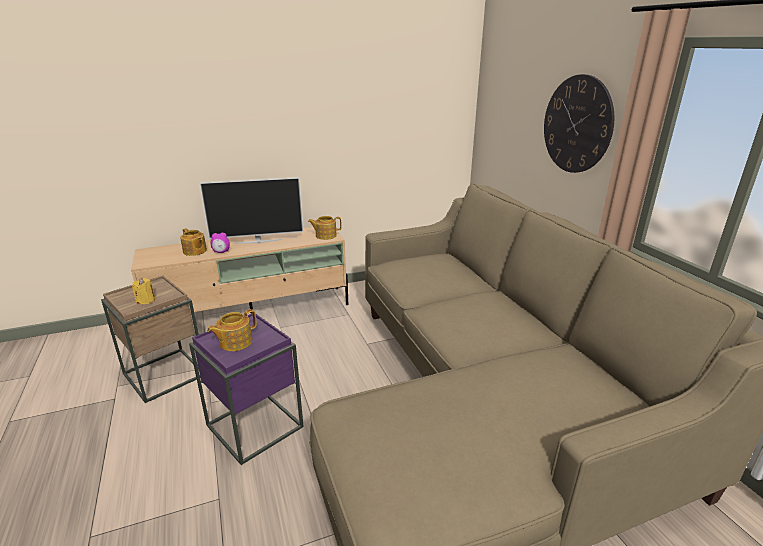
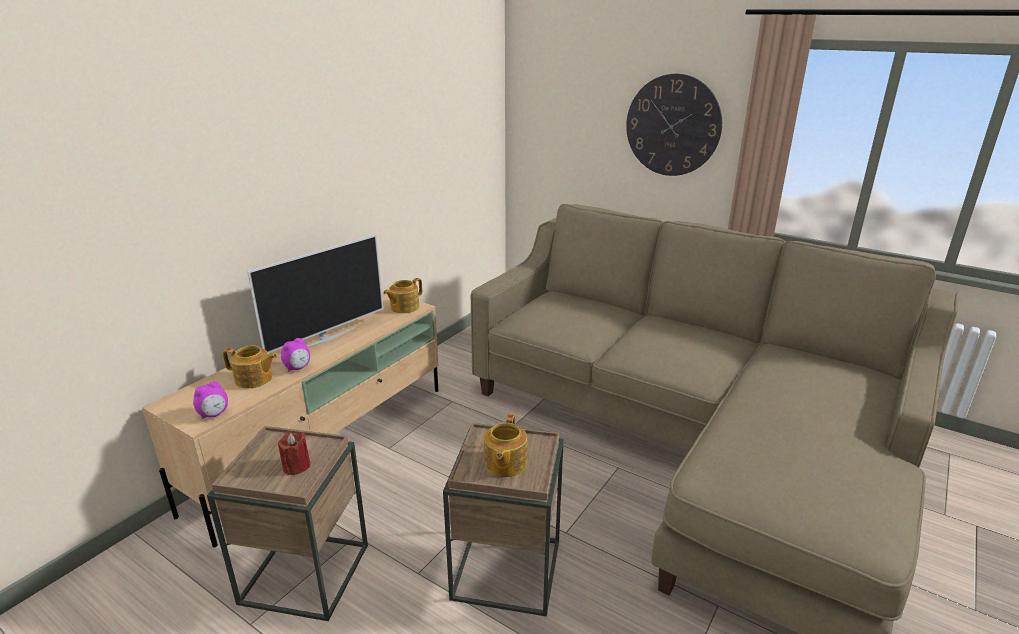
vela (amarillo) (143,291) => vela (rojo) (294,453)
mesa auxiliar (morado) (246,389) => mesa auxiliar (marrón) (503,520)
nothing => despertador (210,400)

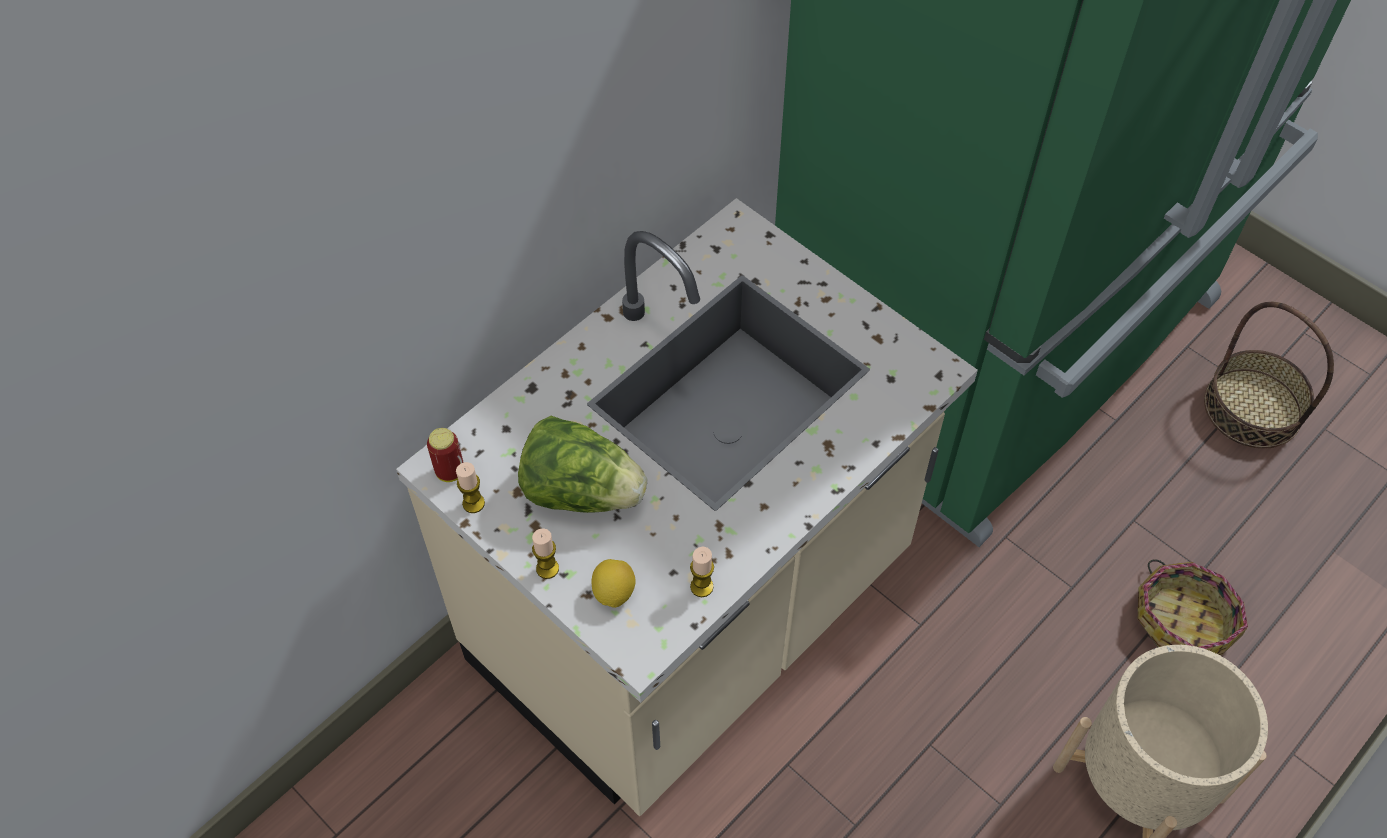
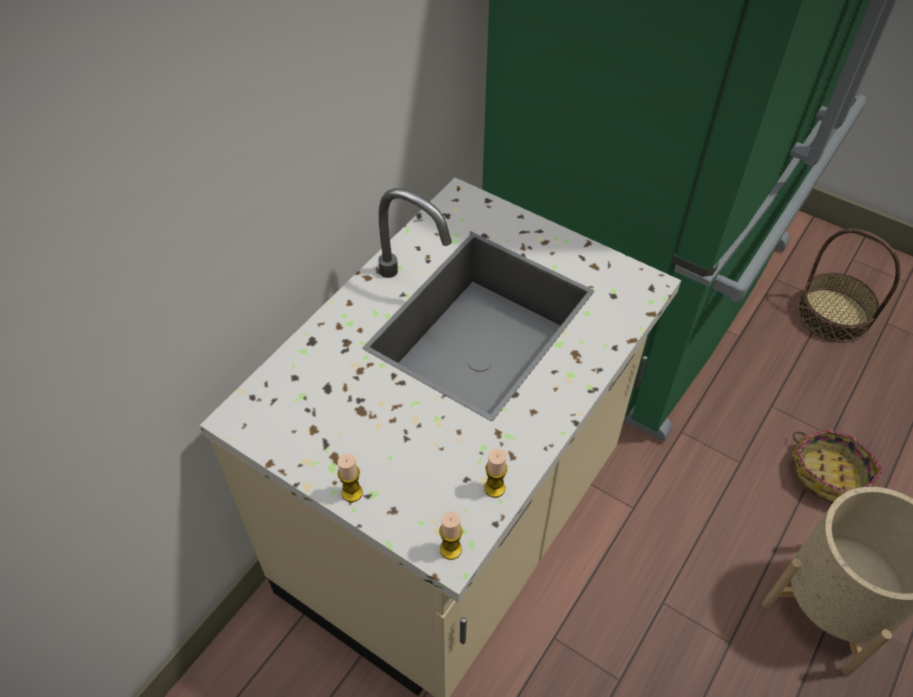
lata (445,455) => nothing
vela (470,487) => vela (451,536), relocated
lechuga (582,464) => nothing
limón (613,583) => nothing

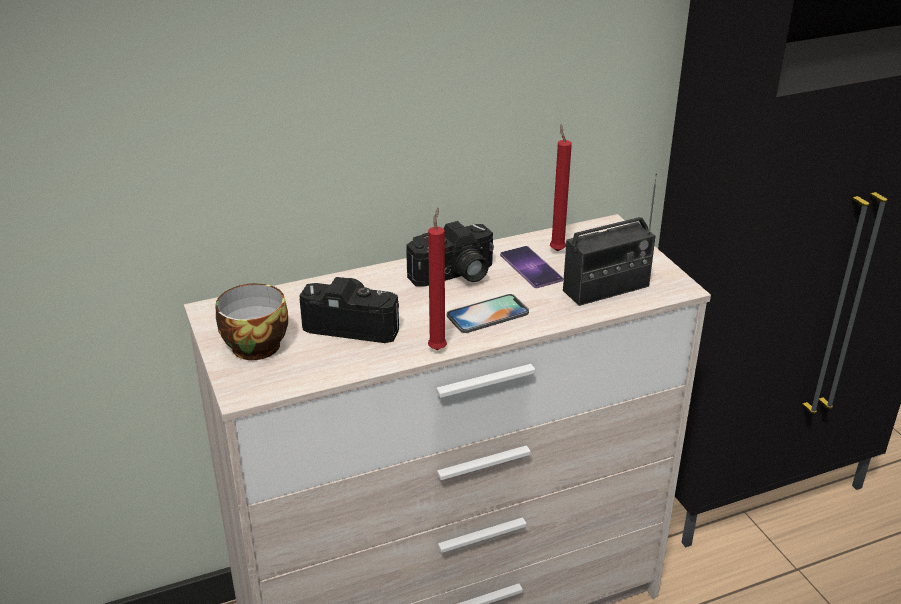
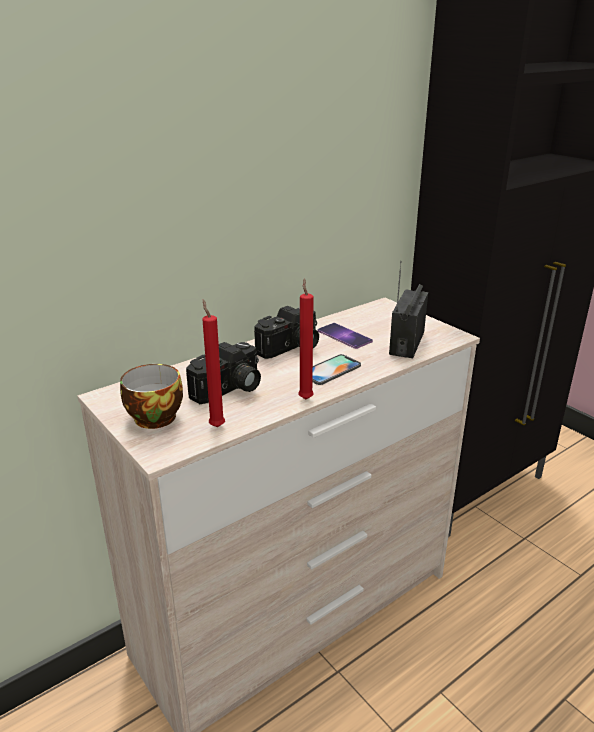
cámara (349,310) => cámara (223,373), 135 degrees clockwise
vela (rojo) (561,187) => vela (rojo) (213,363), relocated
radio (610,239) => radio (408,309), 150 degrees clockwise

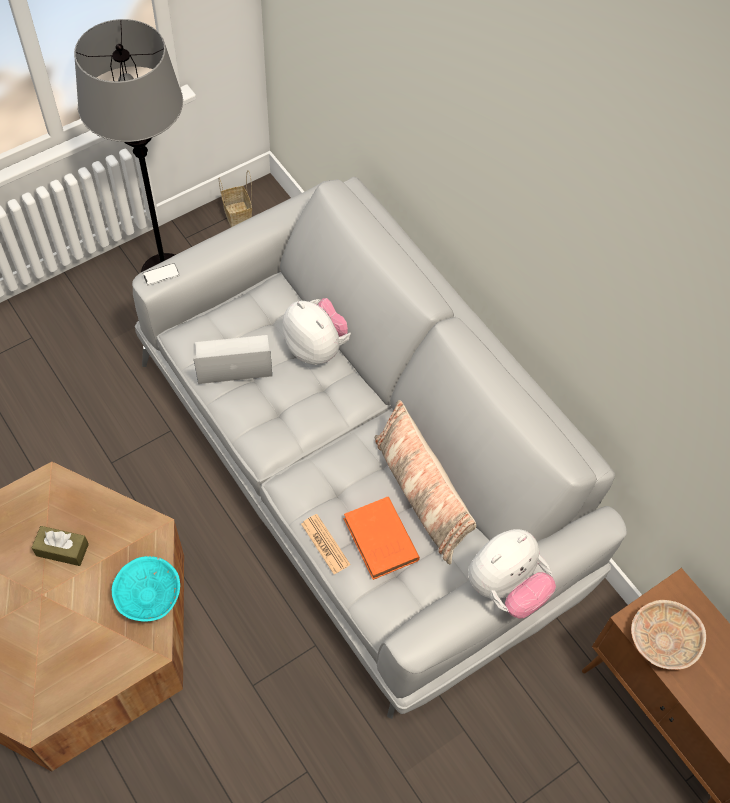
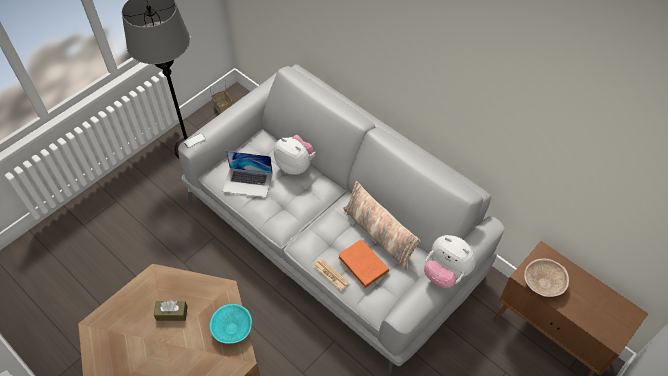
portátil (233,359) => portátil (247,174), 150 degrees counterclockwise
peluche (512,573) => peluche (450,261), 90 degrees clockwise

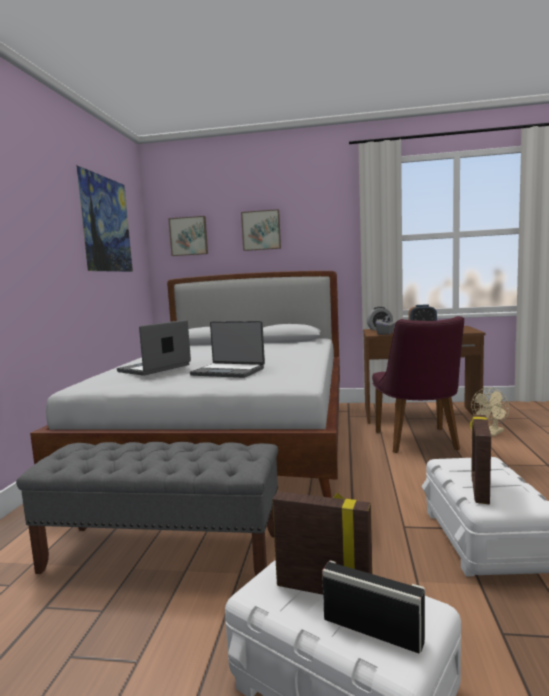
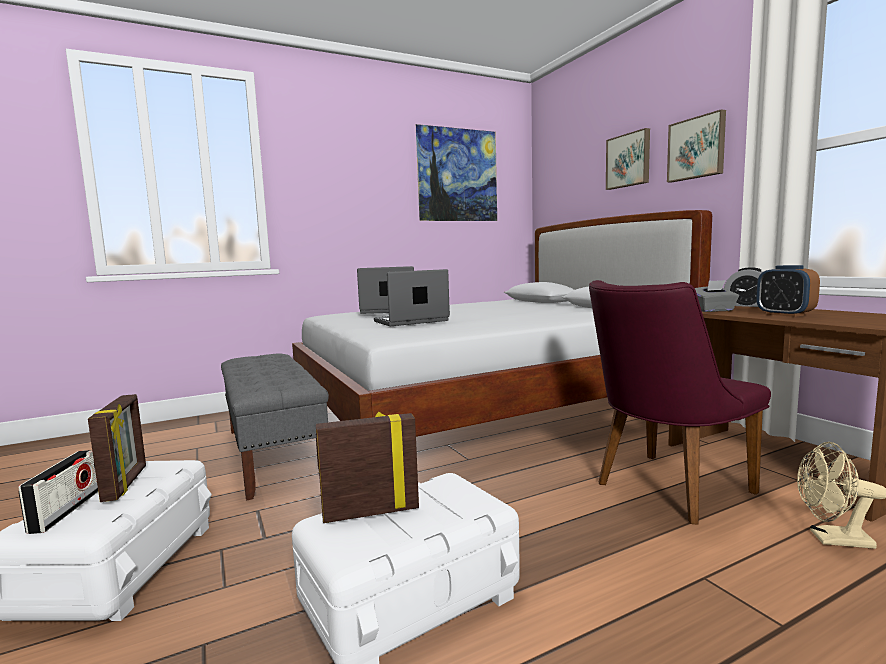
cuadro (188,236) => cuadro (696,146), relocated
portátil (227,349) => portátil (412,297), 75 degrees clockwise

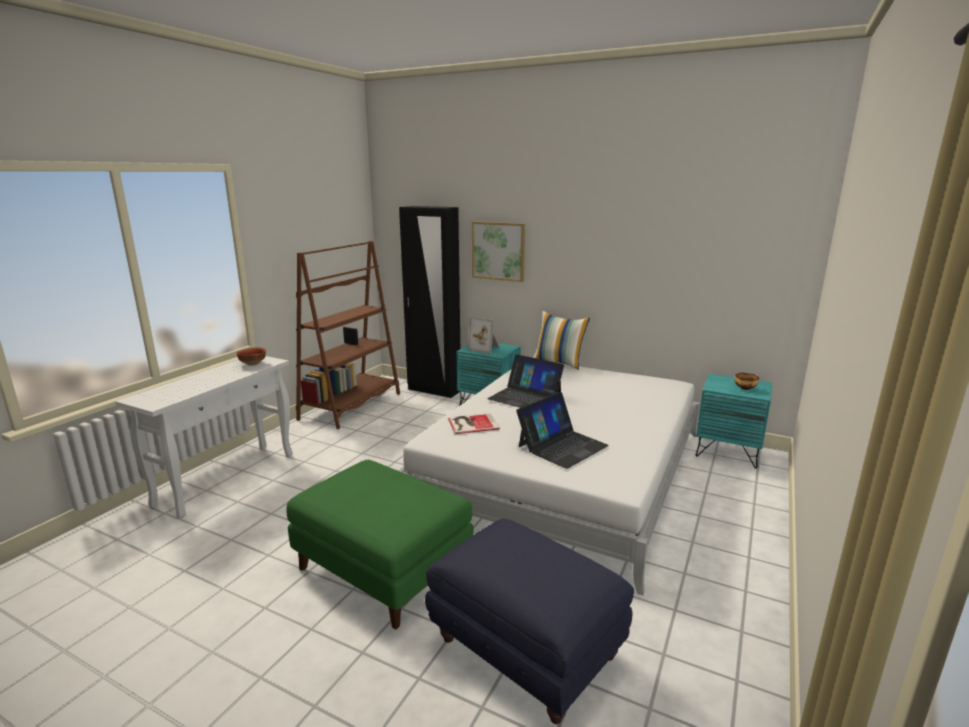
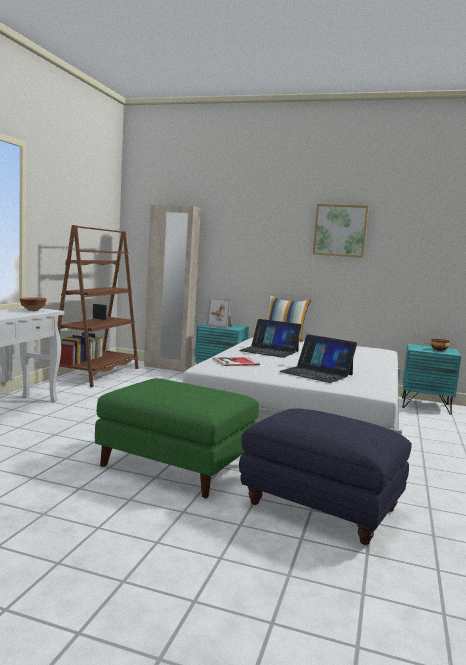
armario ropero (negro) (429,302) => armario ropero (beis) (172,288)
cuadro (498,251) => cuadro (341,231), relocated
portátil (562,430) => portátil (318,358), 90 degrees clockwise

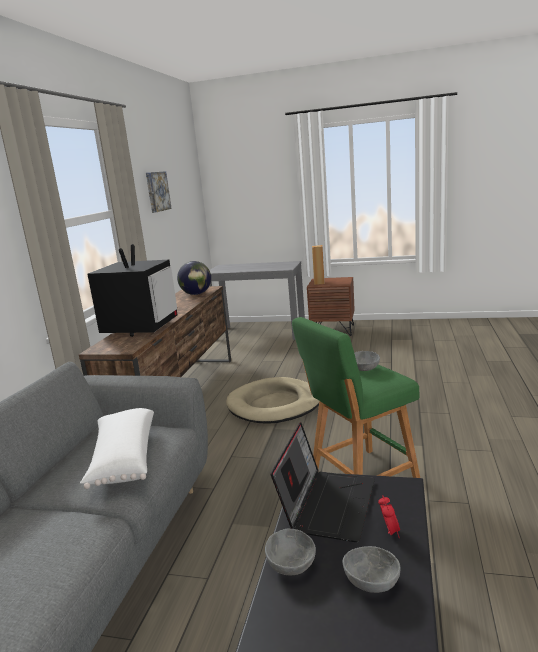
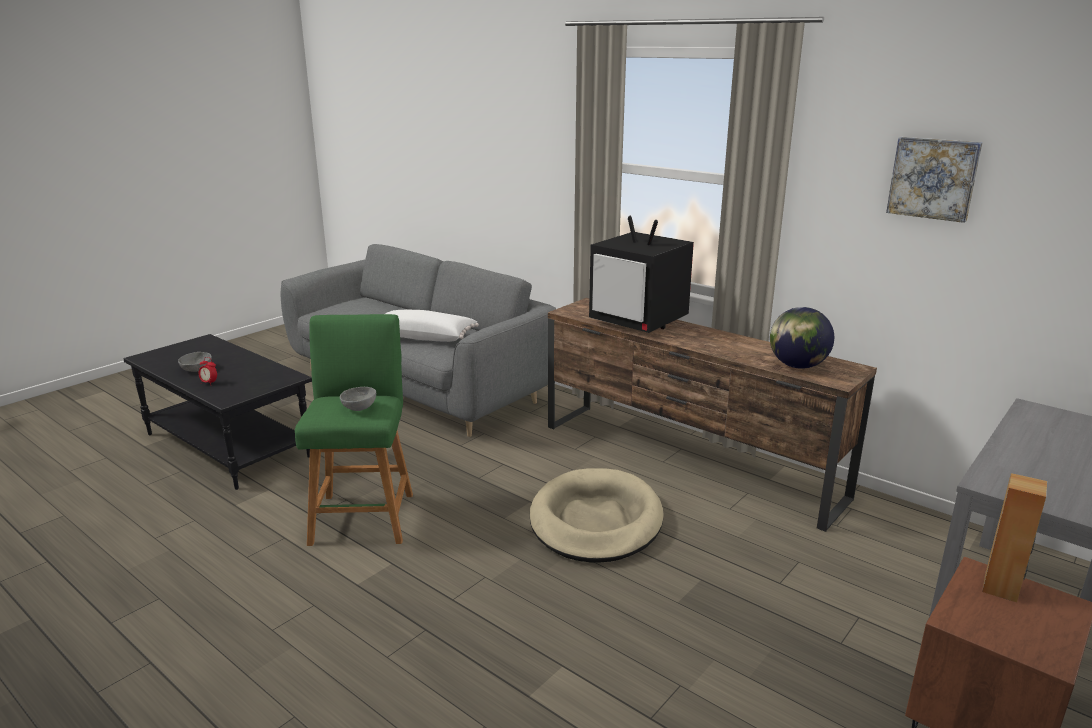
cuenco (gris) (290,551) => nothing
portátil (322,482) => nothing

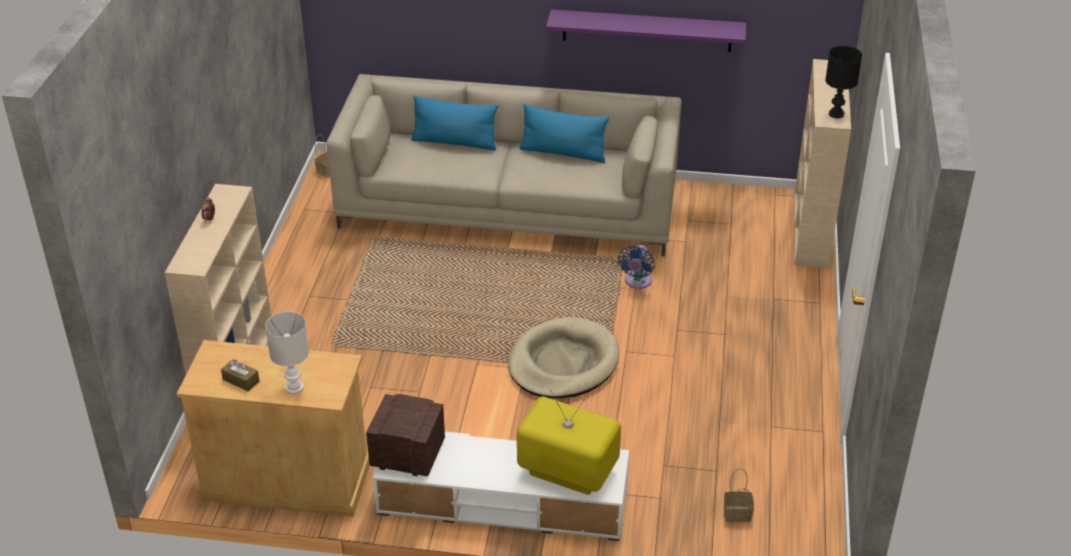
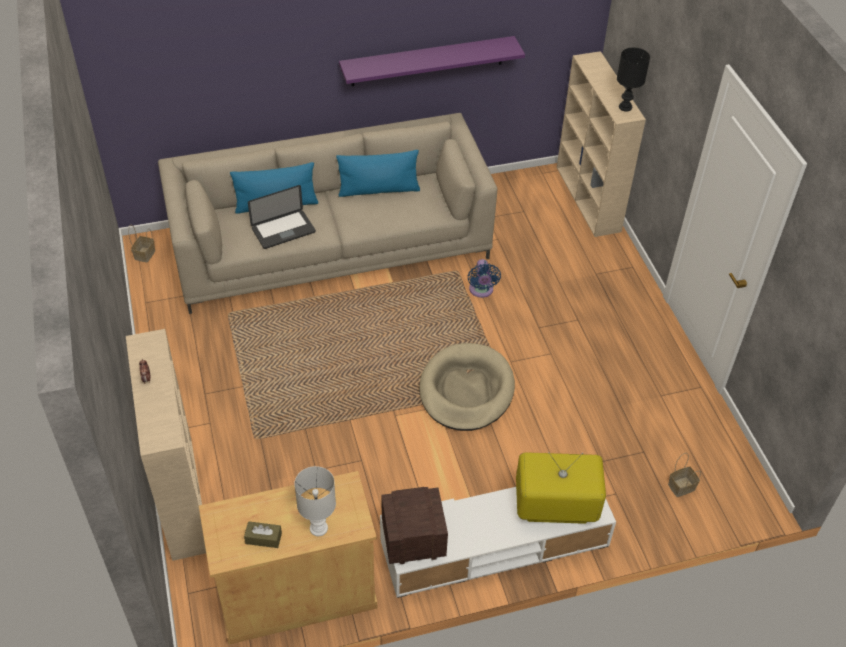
nothing => portátil (282,217)

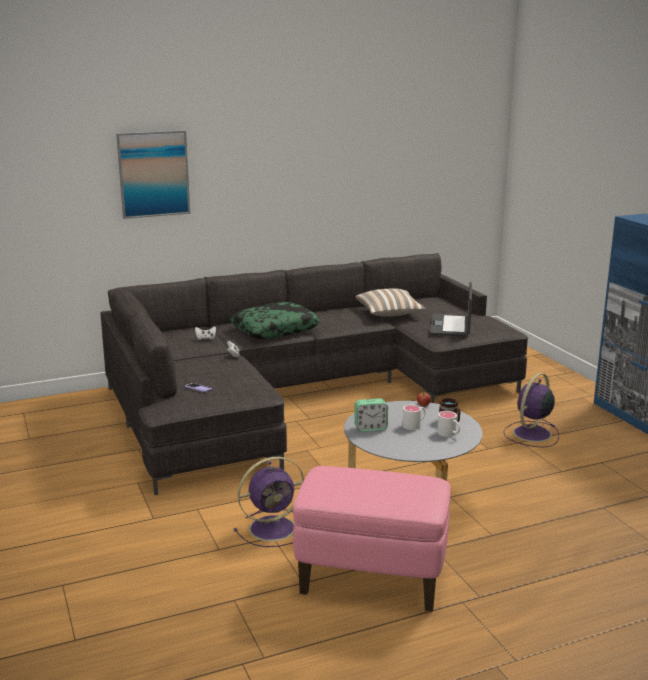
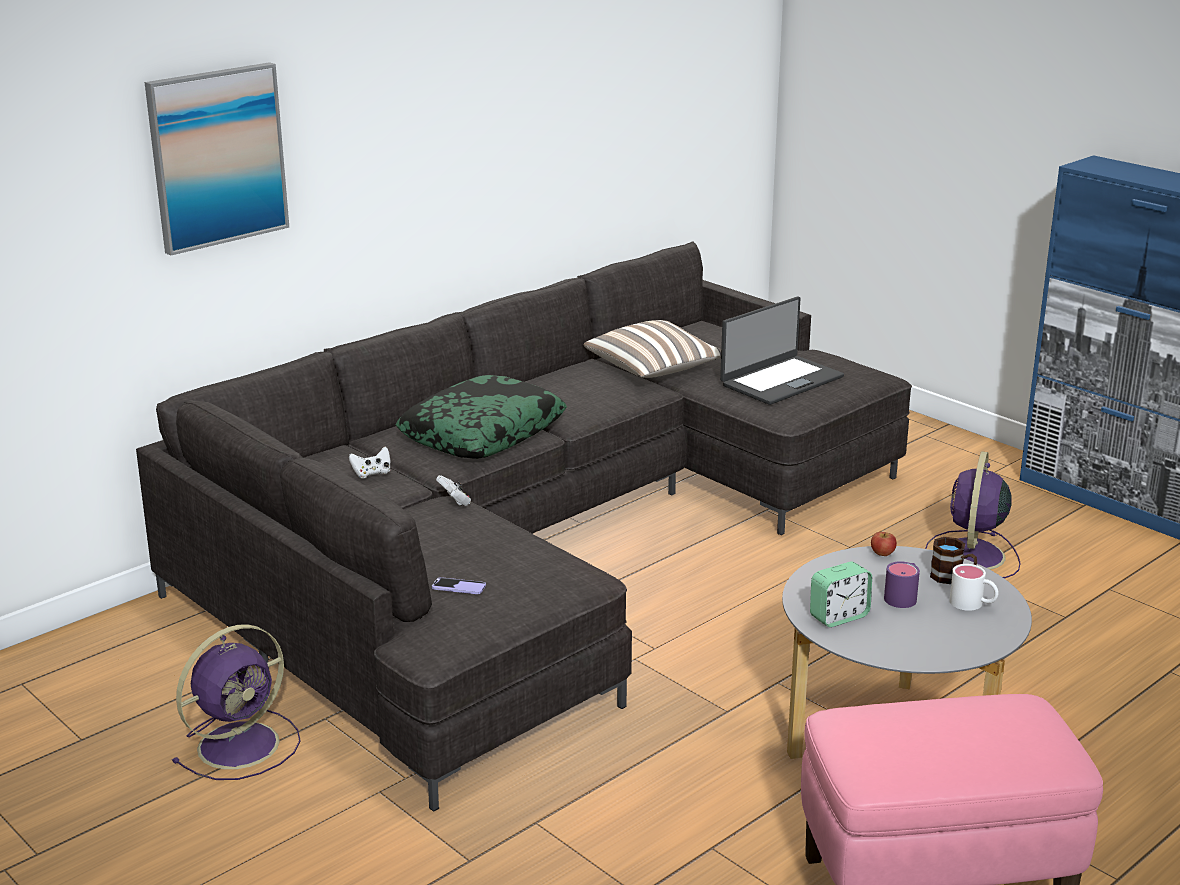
ventilador (morado) (269,502) => ventilador (morado) (236,702), relocated
taza grande (blanco) (414,417) => taza grande (morado) (902,584)
portátil (451,309) => portátil (782,351), 120 degrees counterclockwise

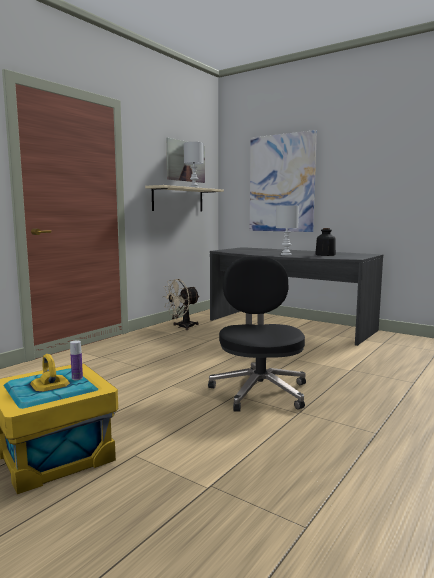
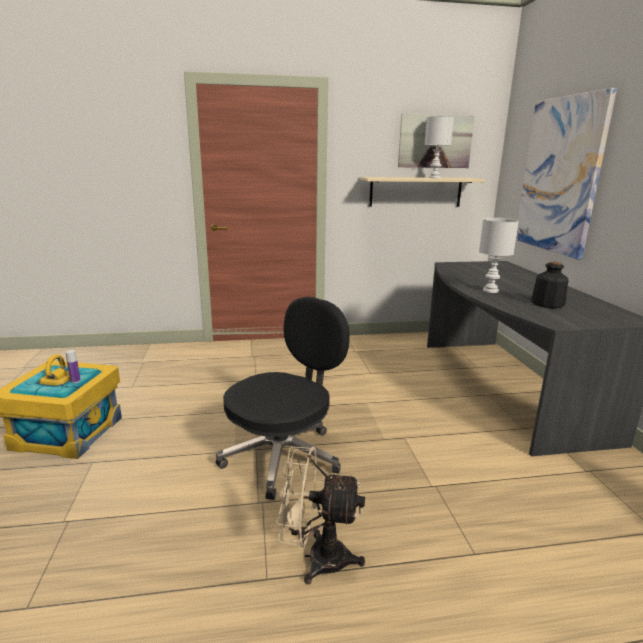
ventilador (beis) (181,304) => ventilador (beis) (320,515), relocated

